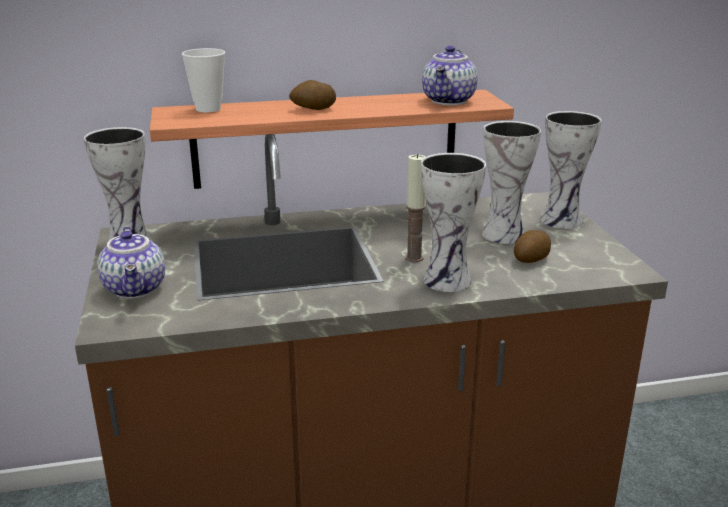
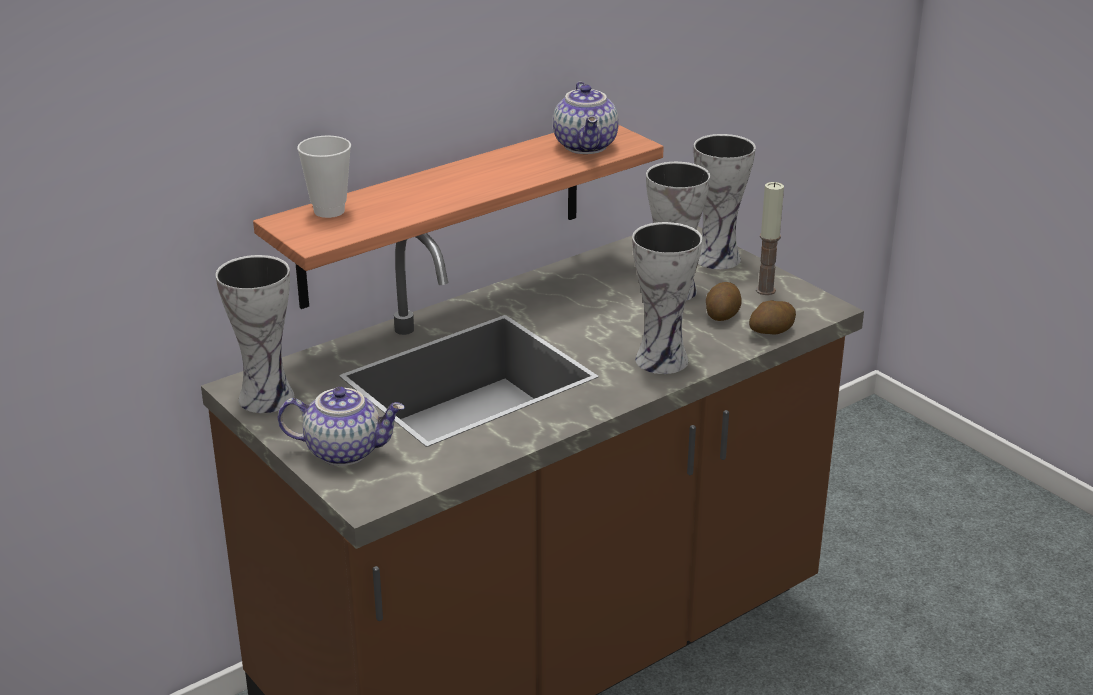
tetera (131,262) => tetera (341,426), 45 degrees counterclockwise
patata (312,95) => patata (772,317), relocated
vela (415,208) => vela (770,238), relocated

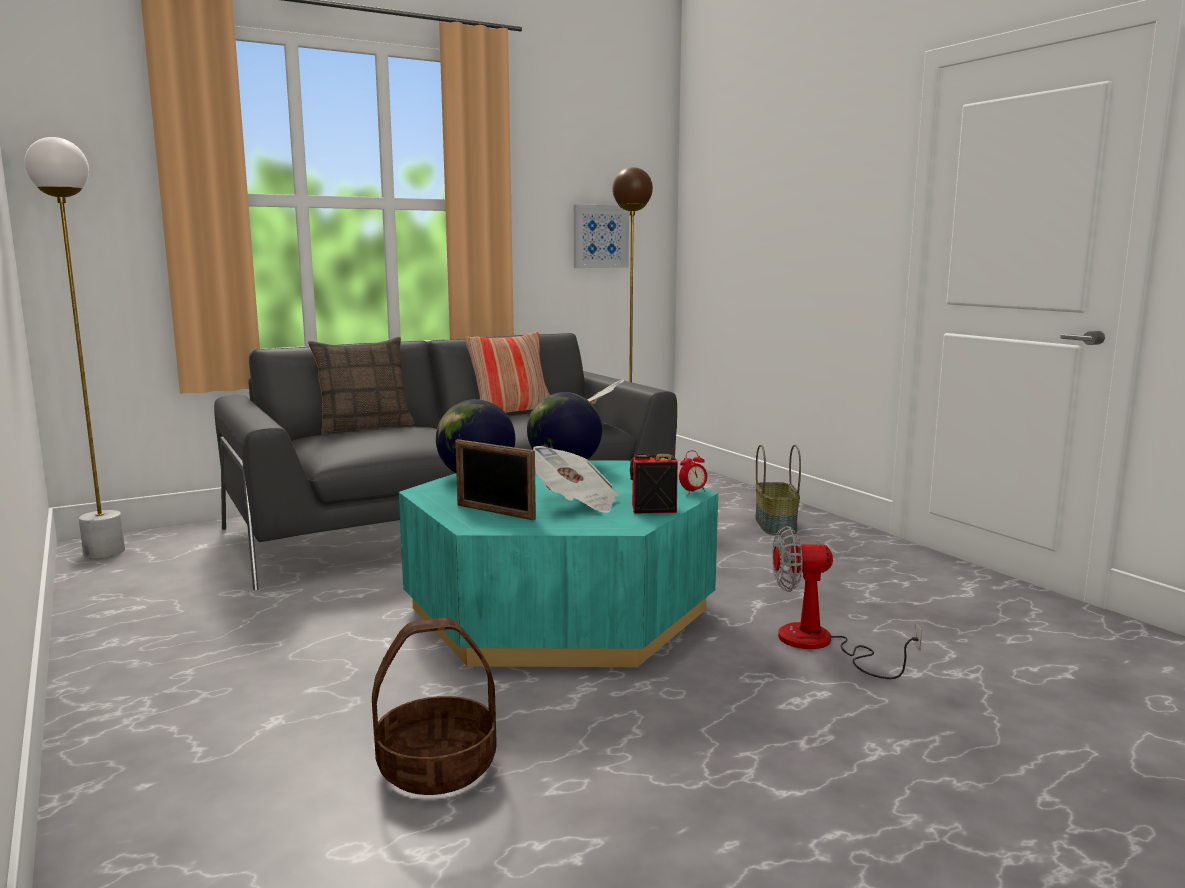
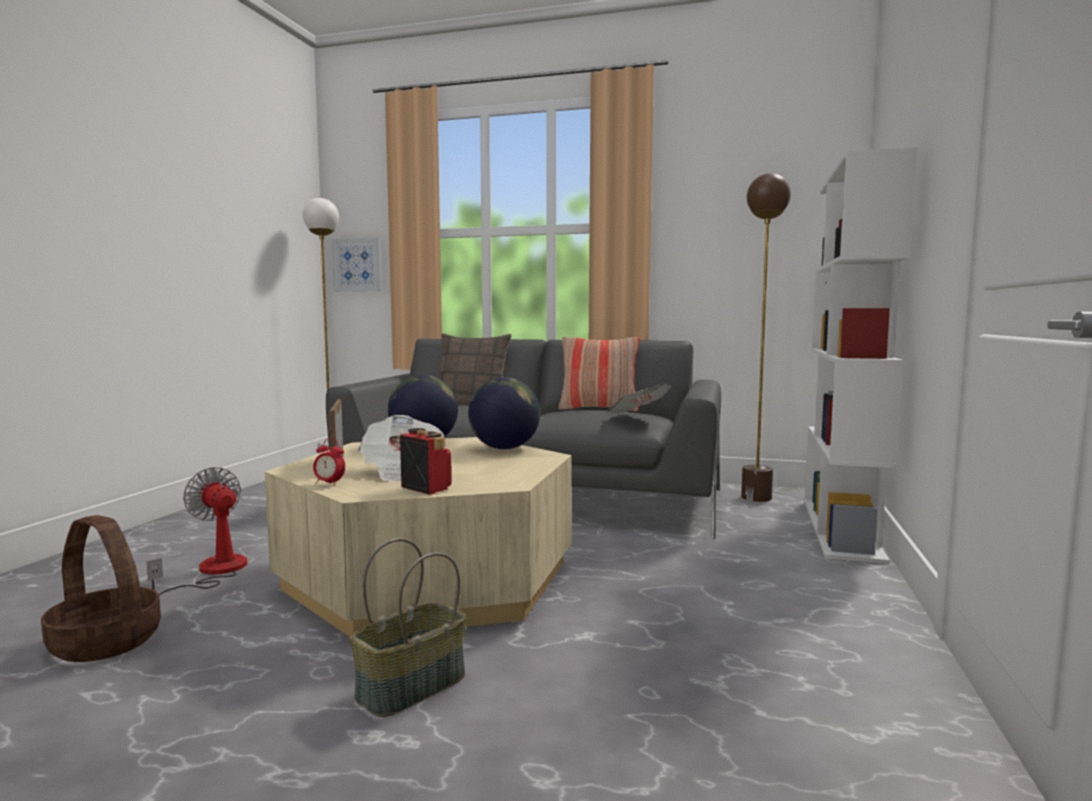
mesa de centro (turquesa) (558,564) => mesa de centro (beis) (418,537)
cuadro (601,236) => cuadro (357,265), relocated
despertador (693,472) => despertador (329,462), relocated
cesta (778,489) => cesta (408,627), relocated
ventilador (847,602) => ventilador (196,531), relocated
nothing => estantería (blanco) (860,355)

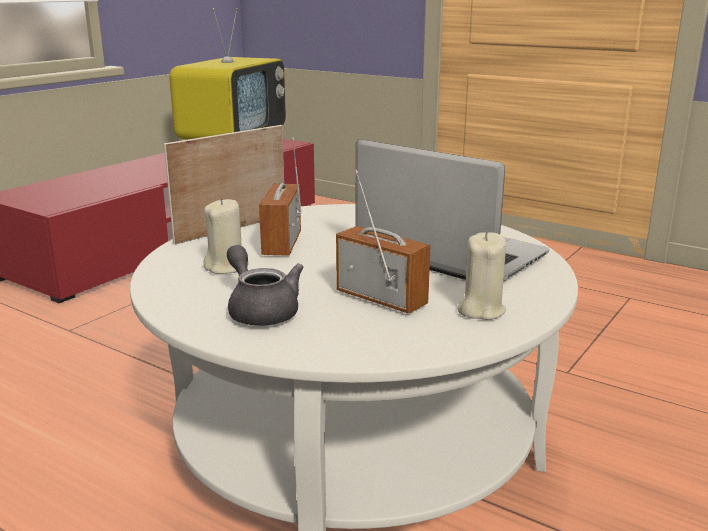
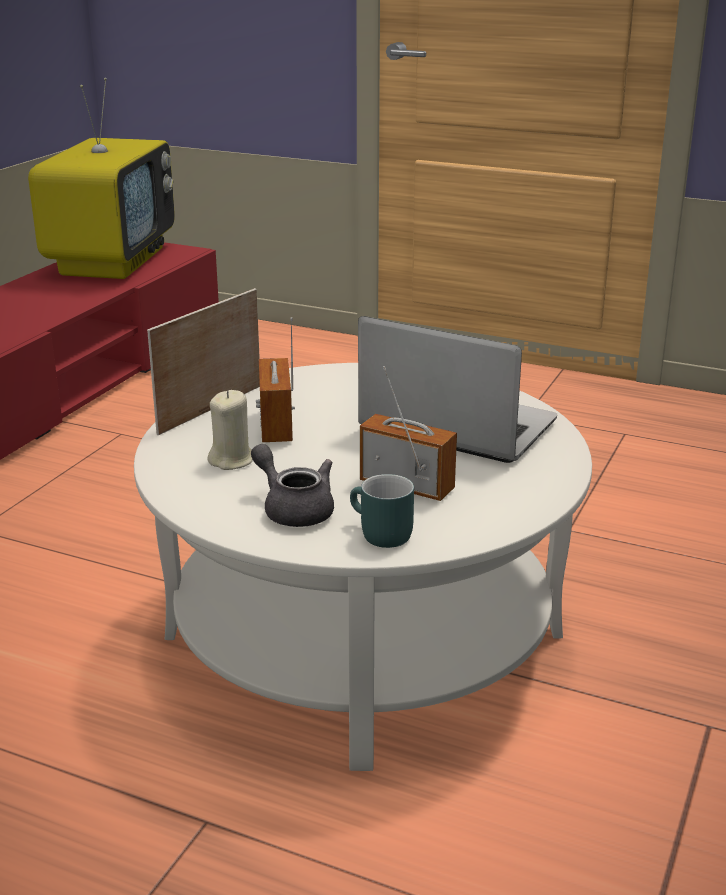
vela (beis) (482,276) => nothing
nothing => taza grande (turquesa) (382,511)

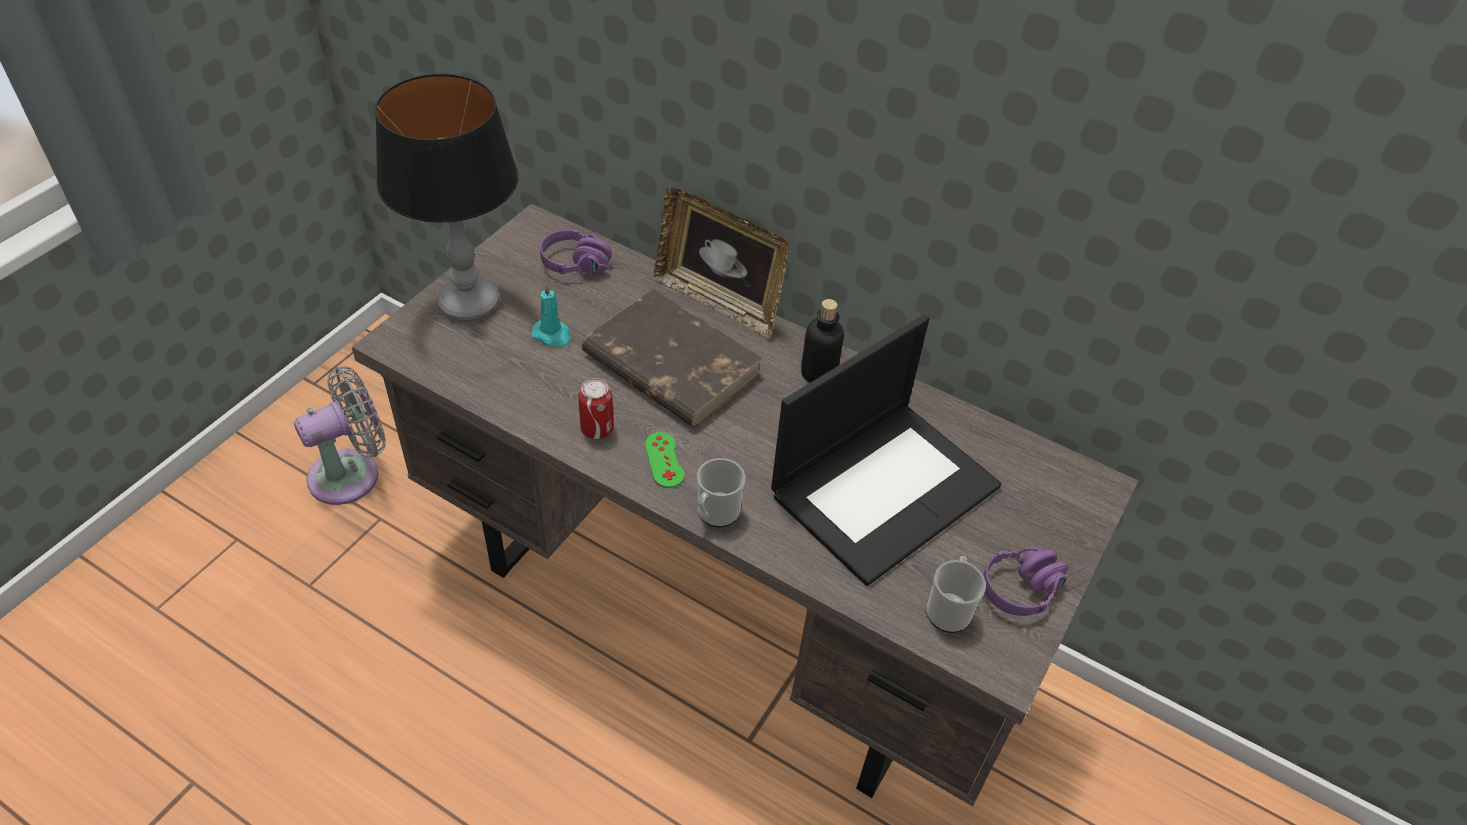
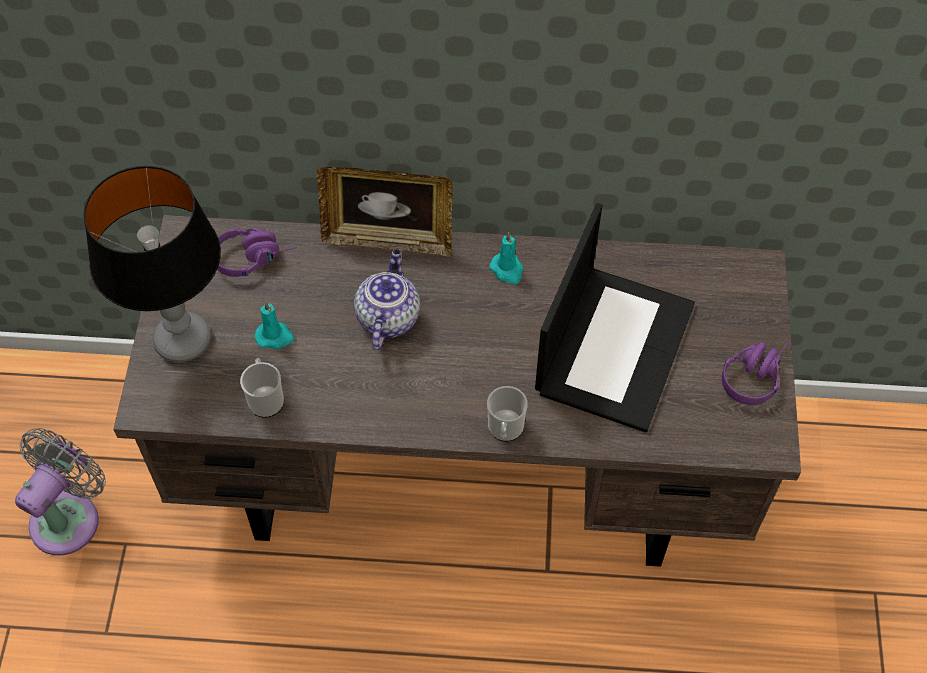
lata (596,408) => nothing
libro (marrón) (672,358) => tetera (387,299)
mando de consola (verde) (665,460) => nothing
botella (822,341) => vela (turquesa) (506,258)
taza grande (956,594) => taza grande (262,388), relocated

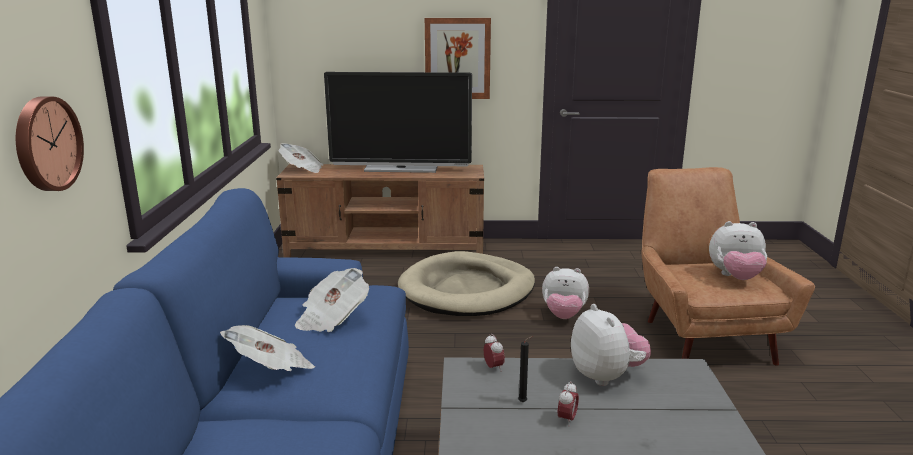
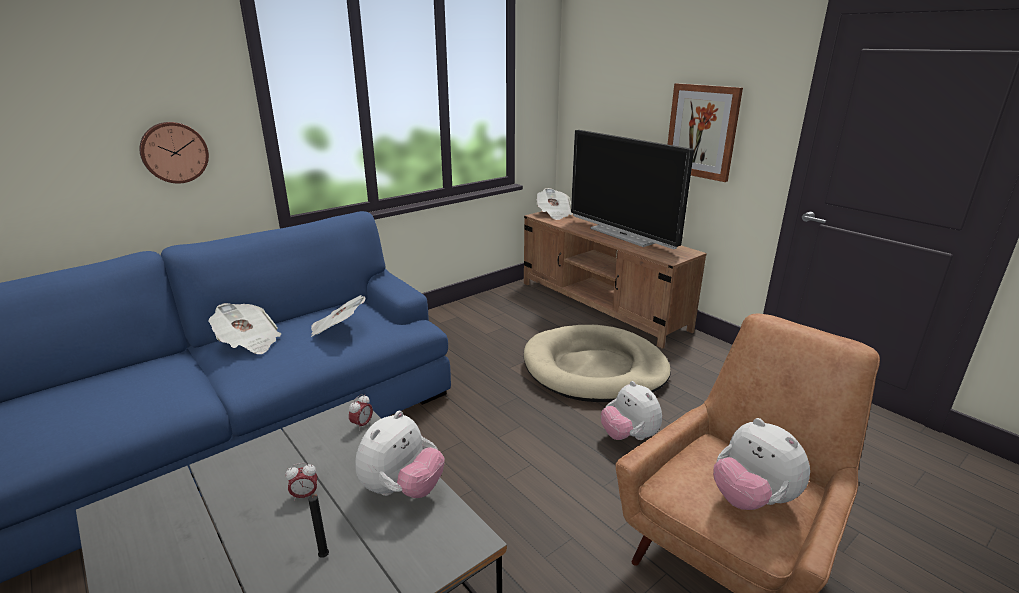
vela (negro) (525,369) => vela (negro) (318,526), relocated

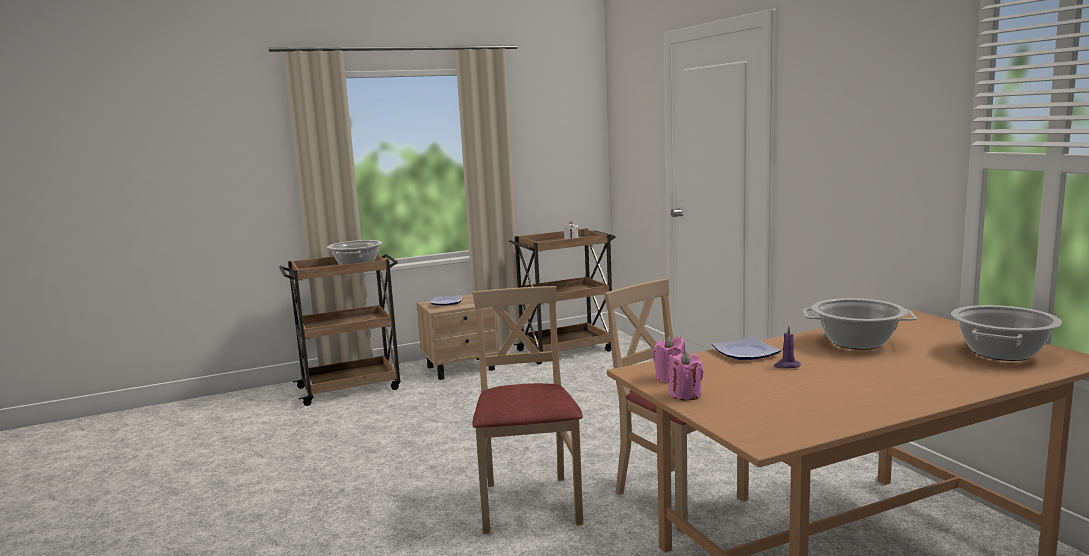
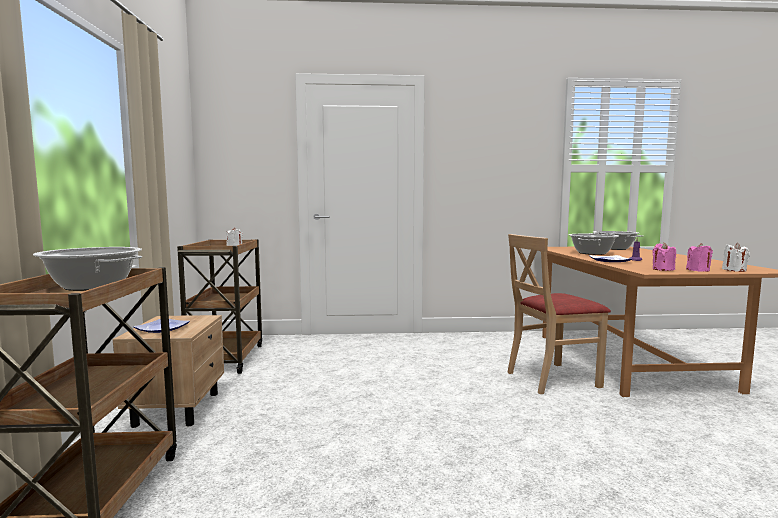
silla (beis) (527,410) => nothing
nothing => vela (blanco) (736,257)

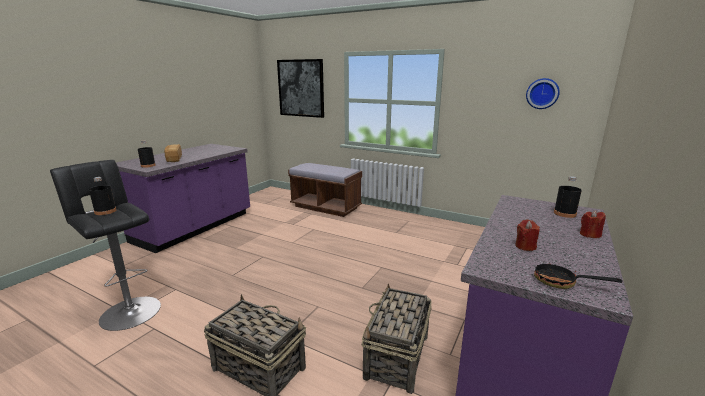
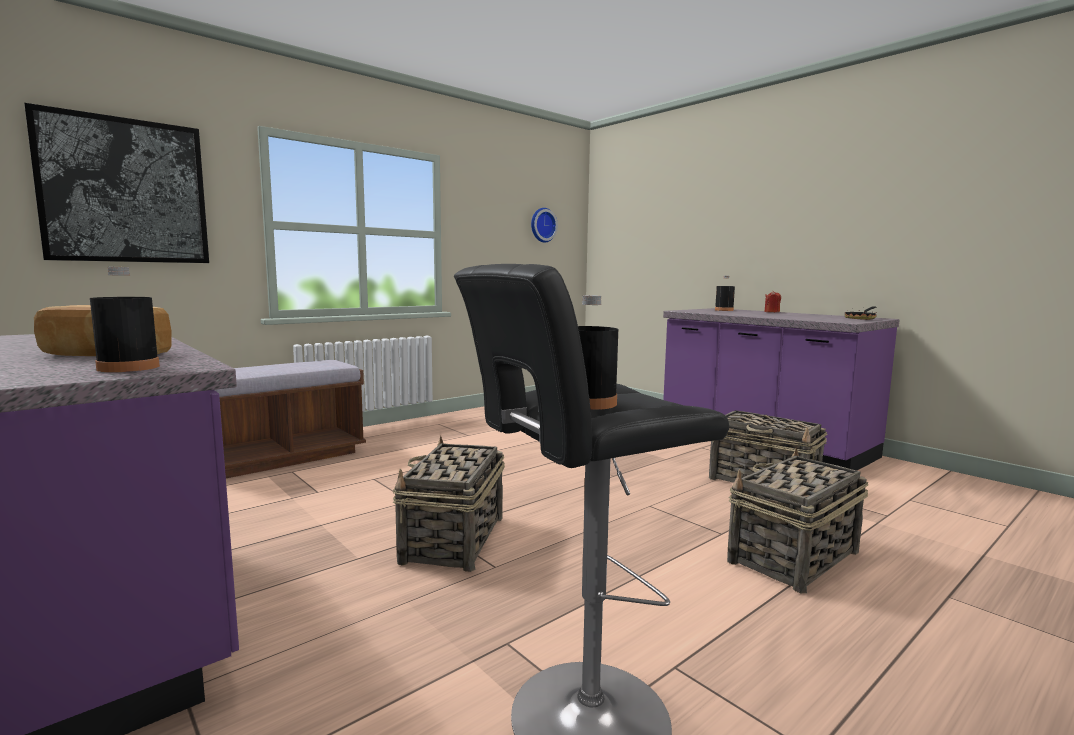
vela (rojo) (527,235) => nothing
nothing => cesta (449,504)

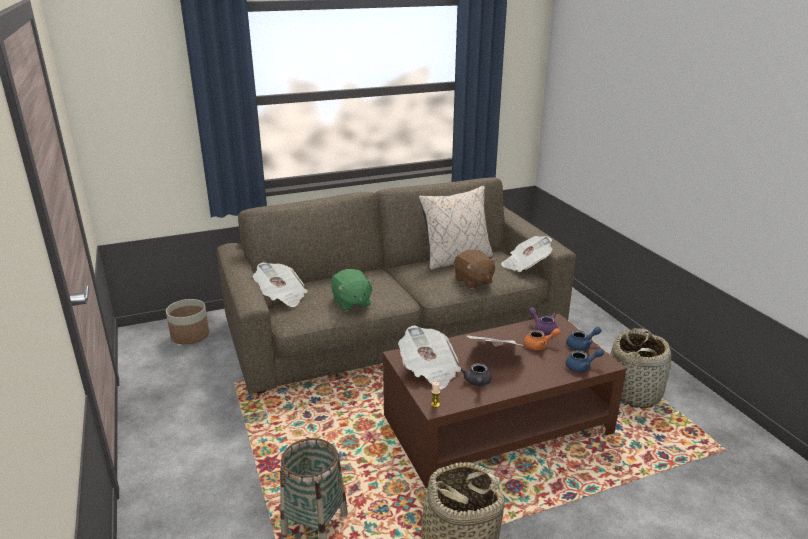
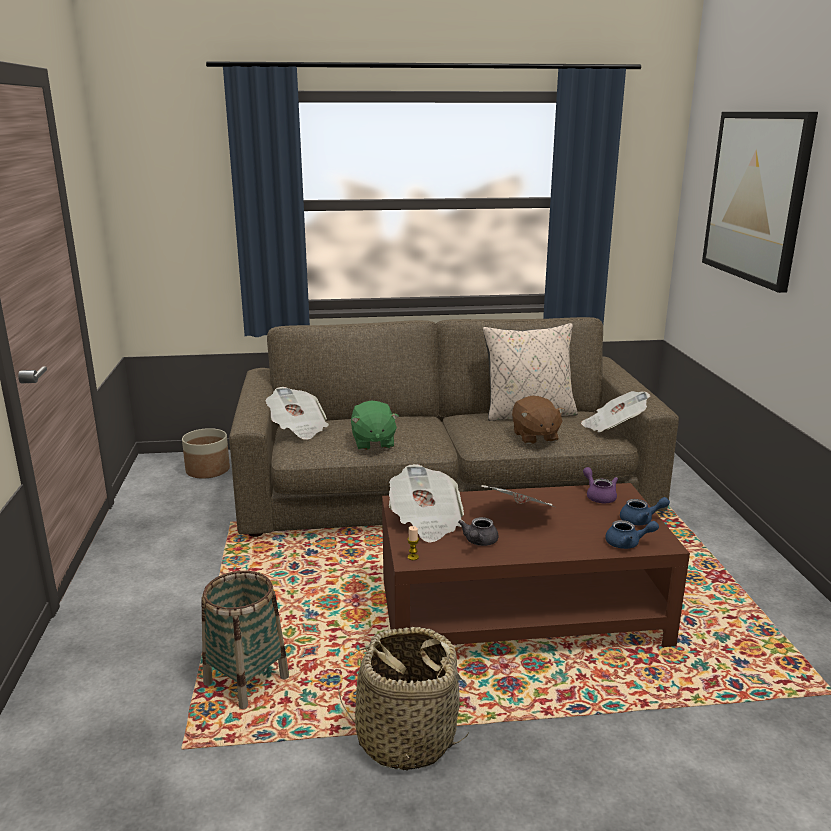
tetera (naranja) (542,339) => nothing
cesta (640,368) => nothing
nothing => cuadro (760,202)

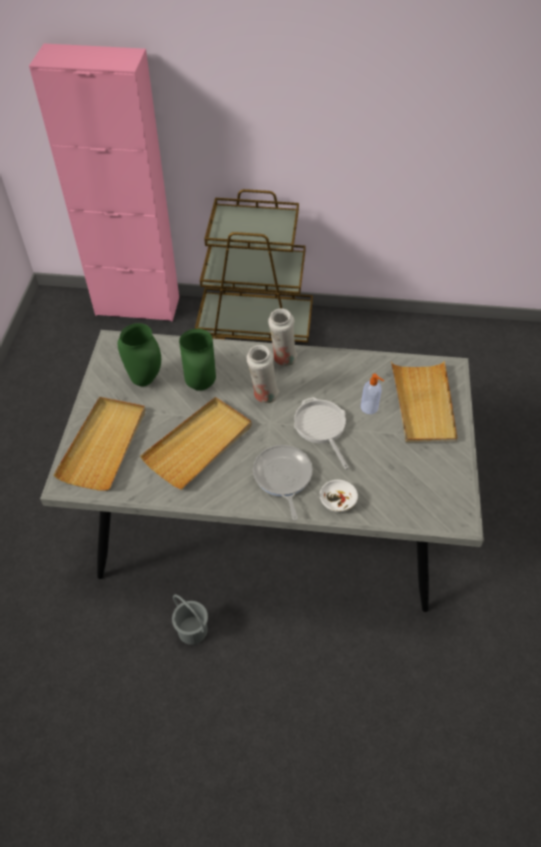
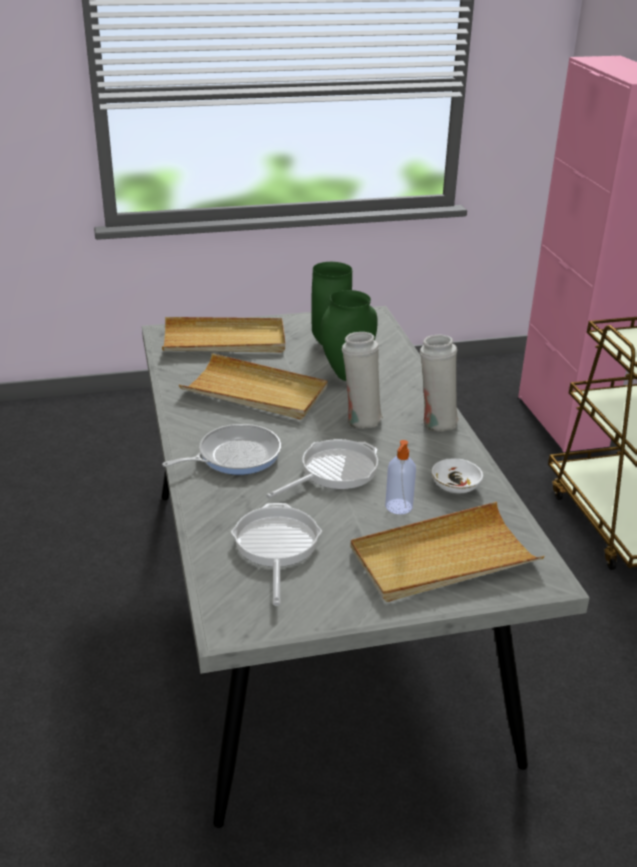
cubo (gris) (190,619) => nothing
cuenco (blanco) (339,496) => cuenco (blanco) (457,475), relocated
nothing => sartén (276,554)

